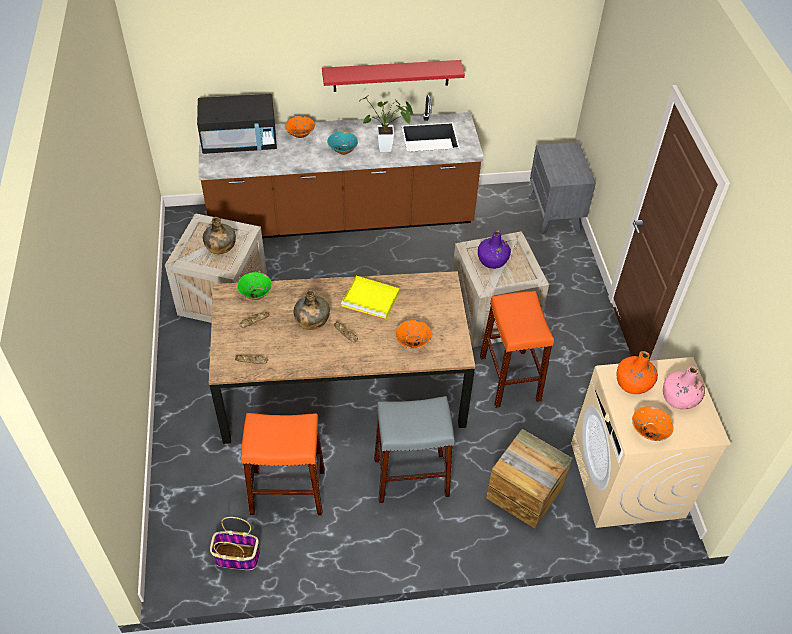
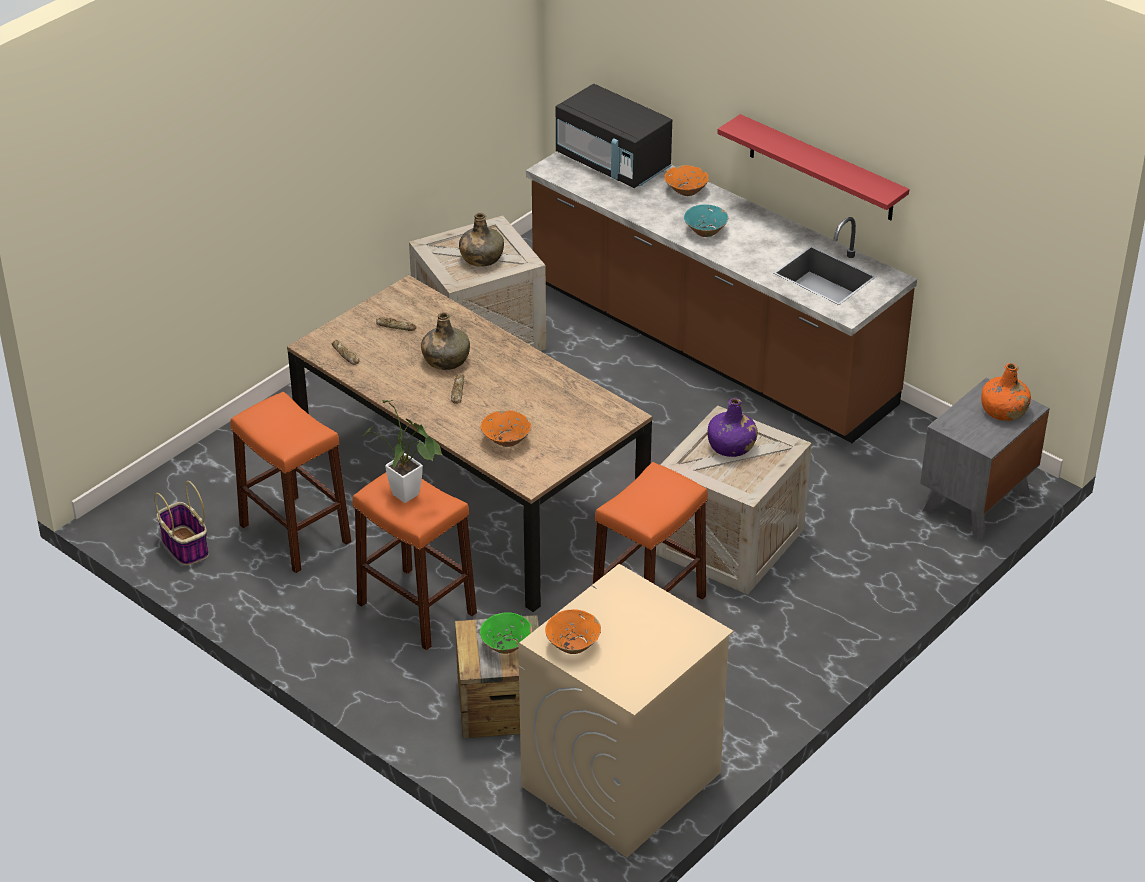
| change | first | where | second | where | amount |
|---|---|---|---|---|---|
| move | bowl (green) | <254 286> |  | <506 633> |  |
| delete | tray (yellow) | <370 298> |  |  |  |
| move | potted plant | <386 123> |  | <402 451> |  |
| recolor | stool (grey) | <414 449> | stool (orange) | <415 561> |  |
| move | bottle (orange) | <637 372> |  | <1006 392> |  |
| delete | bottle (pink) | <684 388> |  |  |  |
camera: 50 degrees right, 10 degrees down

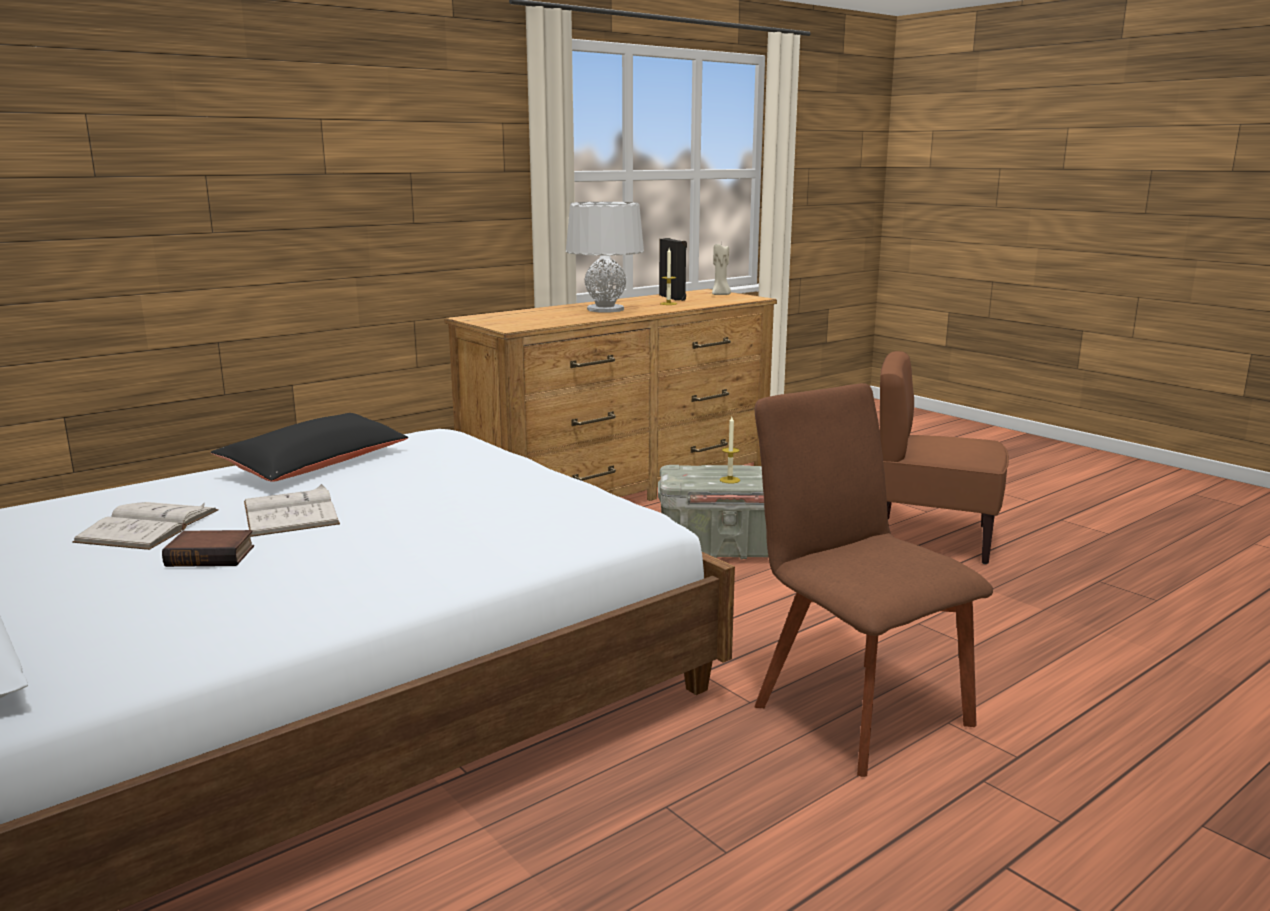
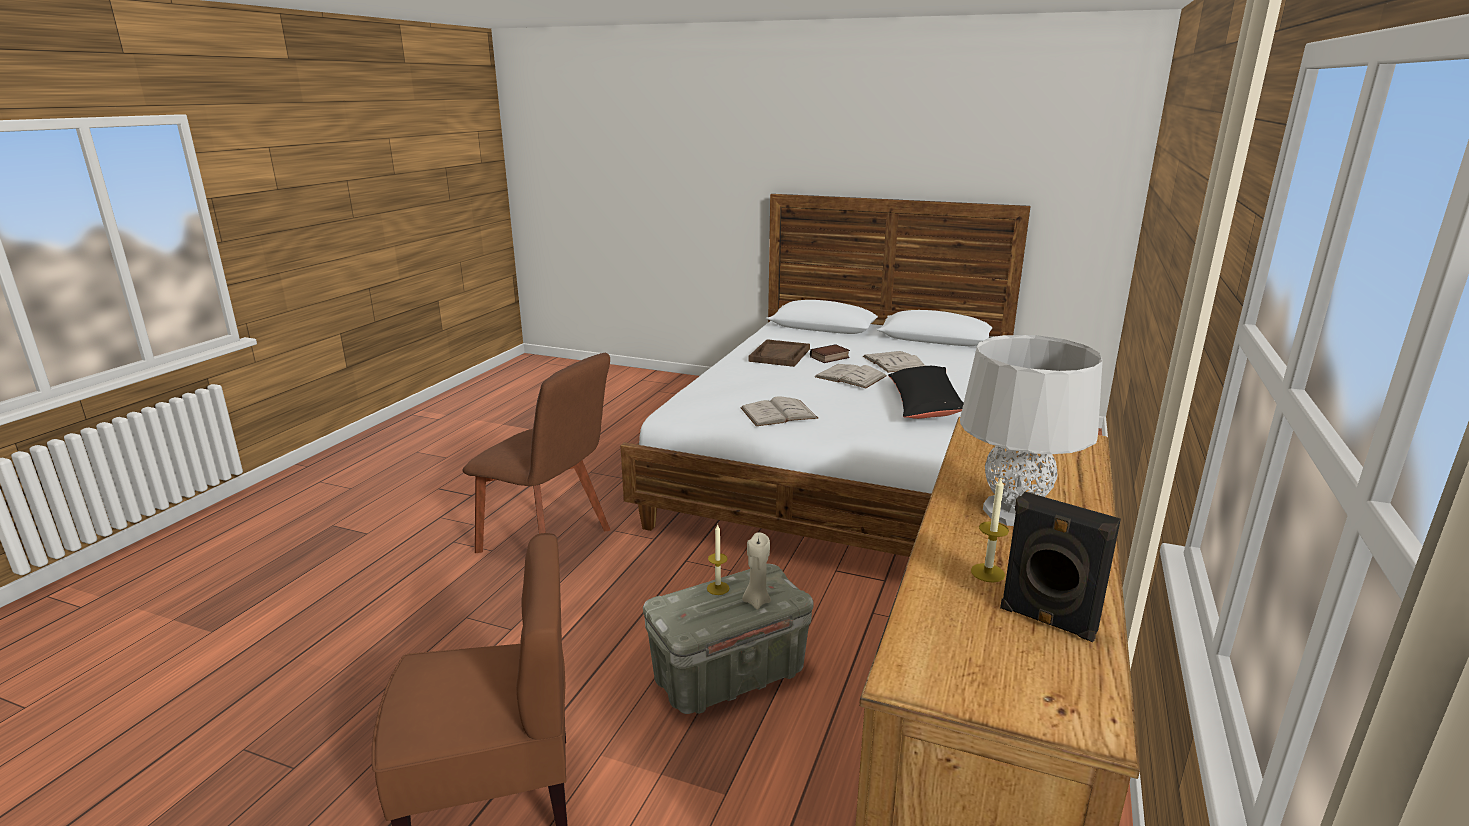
| change | first | where | second | where | amount |
|---|---|---|---|---|---|
| move | candle (beige) | <721 269> |  | <756 571> |  |
| insert |  |  | book (white) | <780 411> |  |
| insert |  |  | tray (brown) | <779 353> |  |
camera: 150 degrees right, 5 degrees up

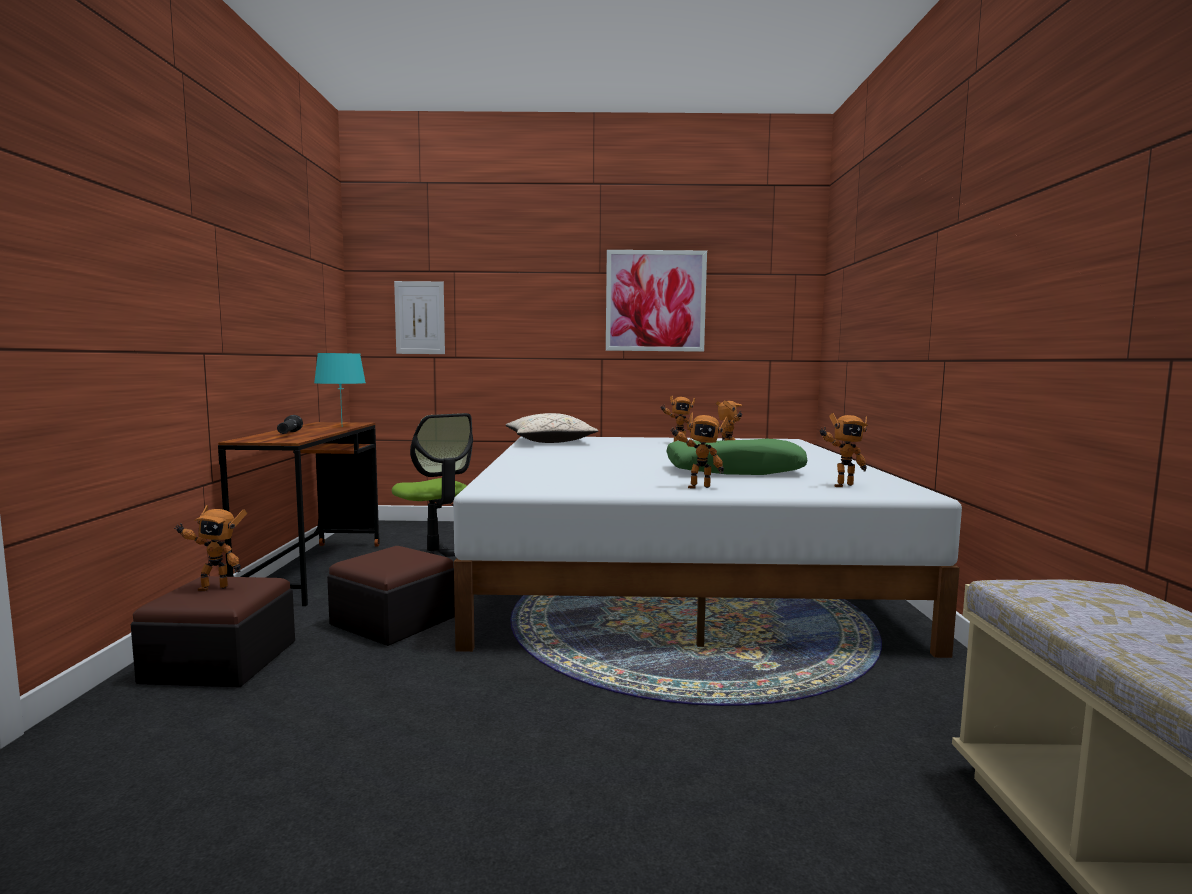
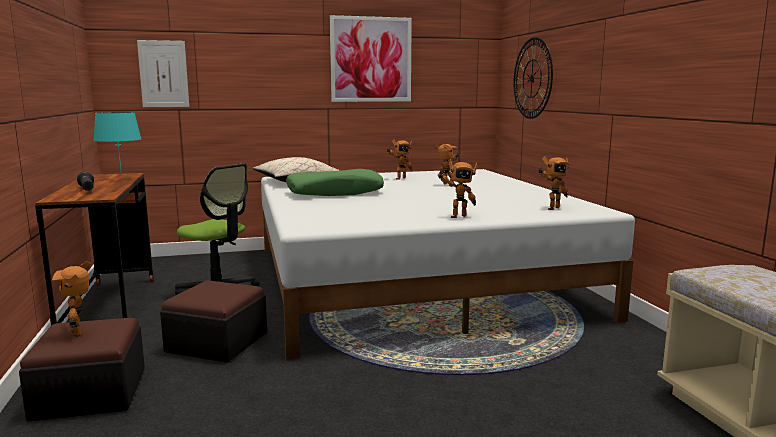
| change | first | where | second | where | amount |
|---|---|---|---|---|---|
| rotate | toy robot | <210 548> |  | <71 298> | 90 degrees clockwise |
| move | pillow (green) | <737 457> |  | <335 182> |  |
| insert |  |  | wall clock | <533 78> |  |
camera: 15 degrees left, 5 degrees up

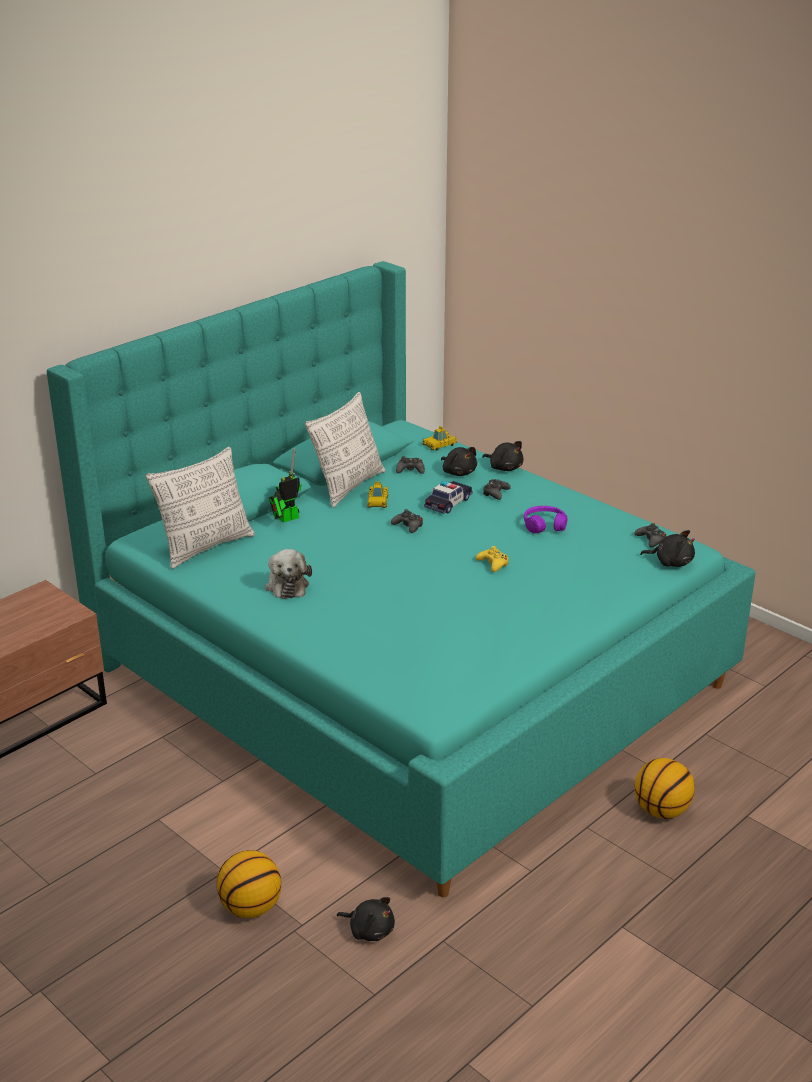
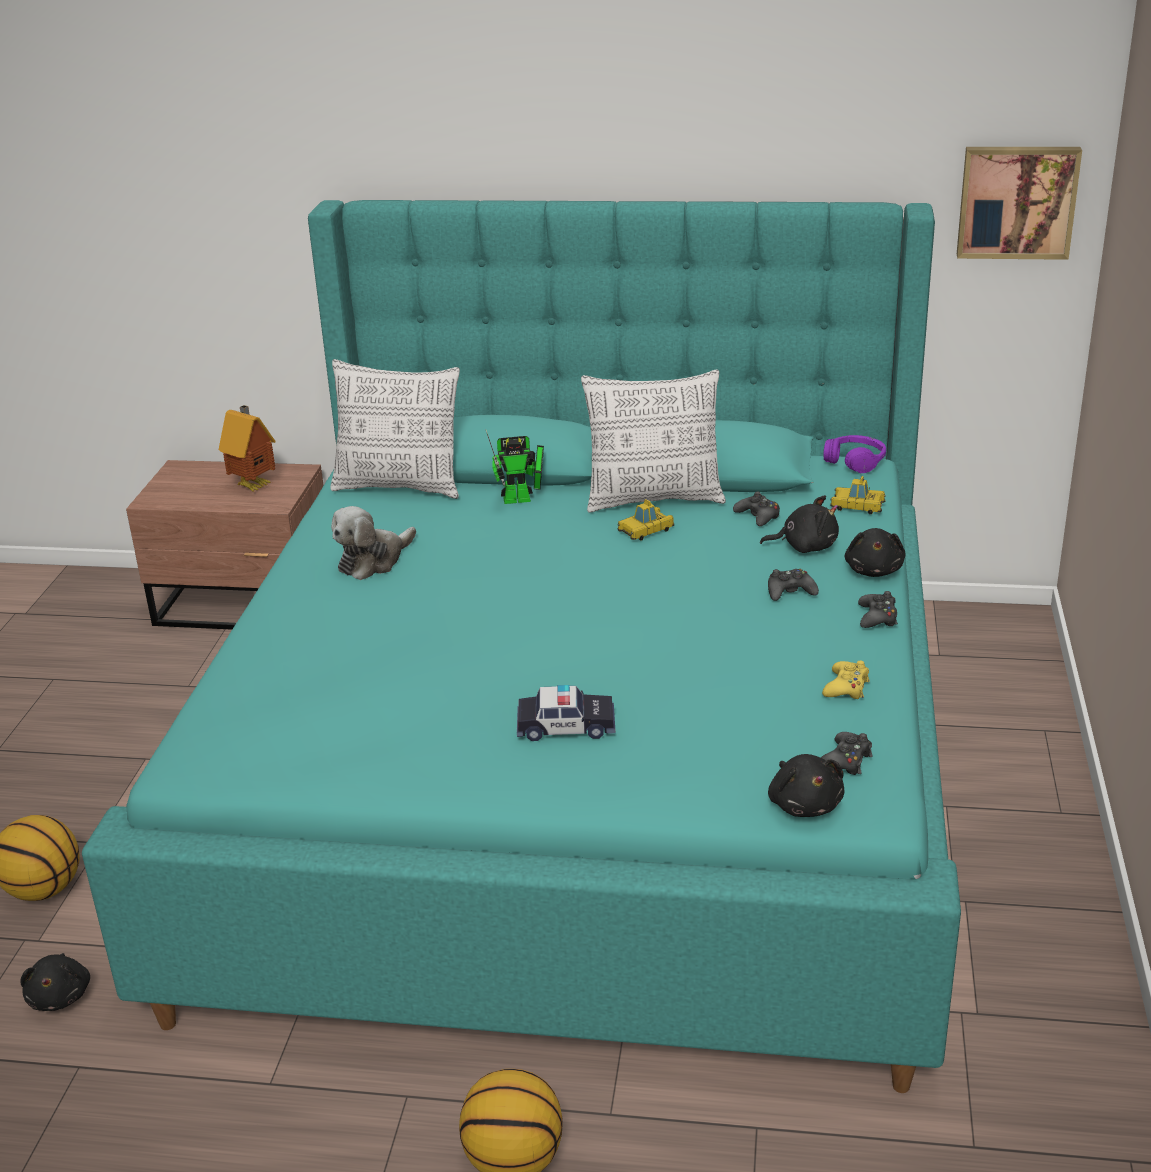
| change | first | where | second | where | amount |
|---|---|---|---|---|---|
| rotate | toy robot | <285 485> |  | <514 466> | 150 degrees clockwise |
| move | game controller (black) | <407 521> |  | <878 609> |  |
| move | toy car | <448 497> |  | <566 713> |  |
| rotate | plush toy (black) | <459 461> |  | <799 524> | 105 degrees counterclockwise |
| move | game controller (yellow) | <492 559> |  | <846 680> |  |
| move | headphones (purple) | <545 519> |  | <854 454> |  |
| insert |  |  | toy house | <247 448> |  |
| insert |  |  | picture | <1019 203> |  |
camera: 55 degrees right, 0 degrees up

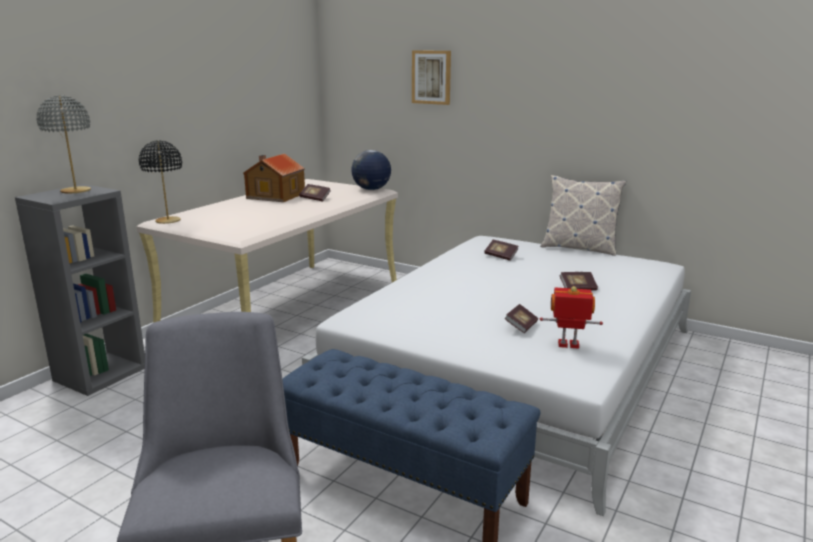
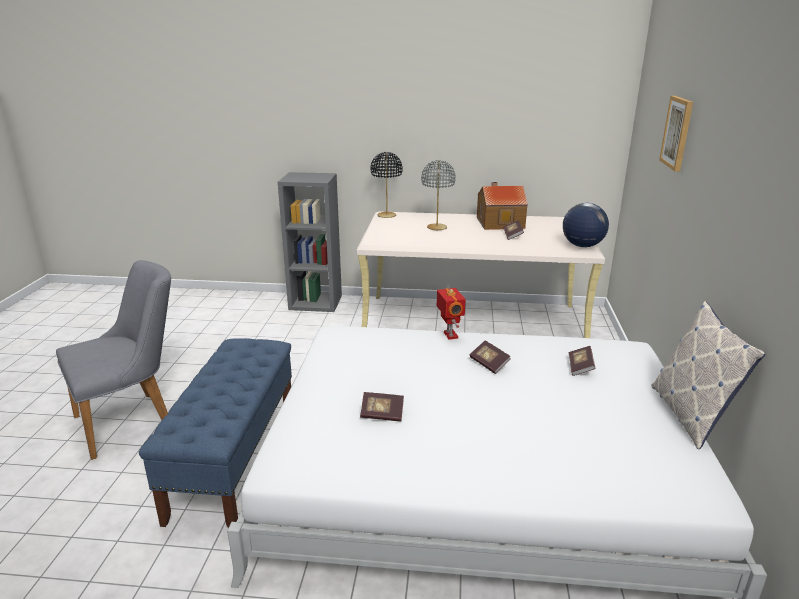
| change | first | where | second | where | amount |
|---|---|---|---|---|---|
| move | table lamp (grey) | <63 144> |  | <438 195> |  |
| move | toy robot | <571 317> |  | <451 314> |  |
| move | book | <578 281> |  | <490 357> |  |
camera: 65 degrees right, 5 degrees up

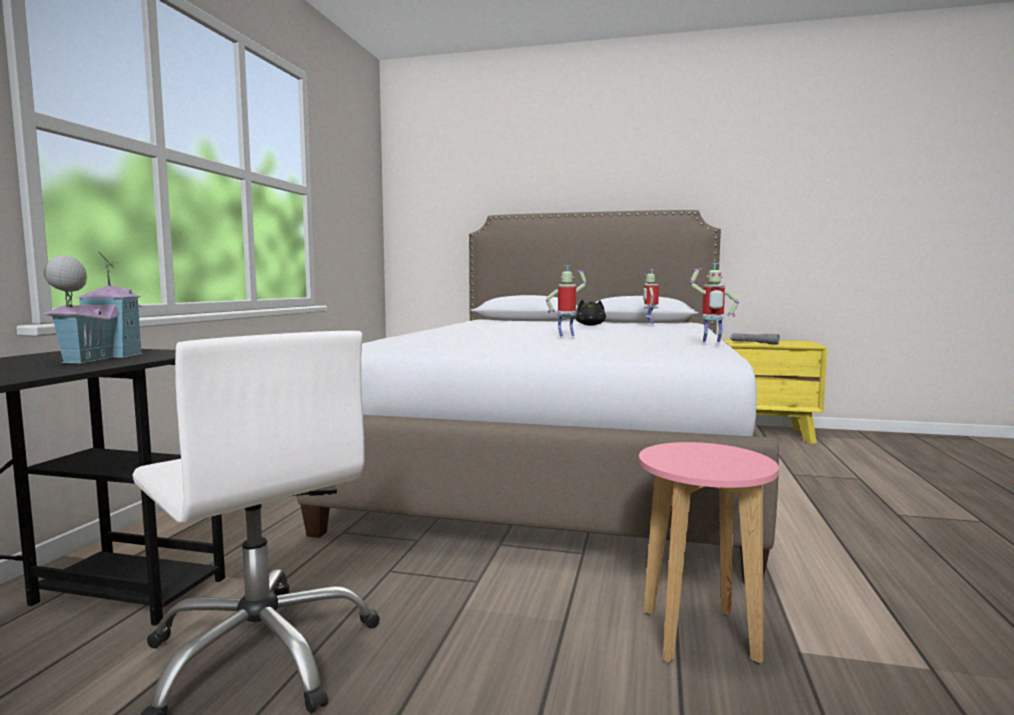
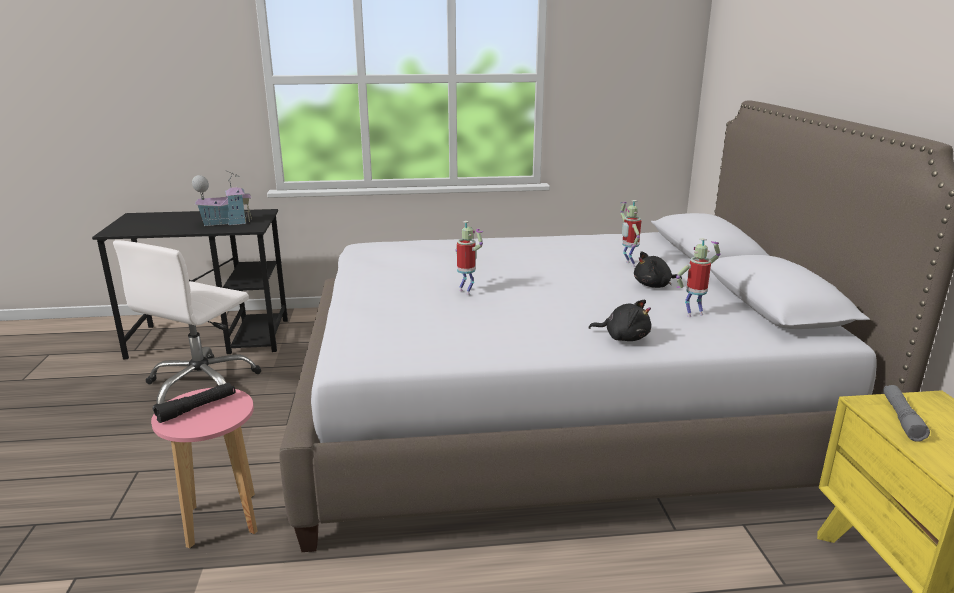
| change | first | where | second | where | amount |
|---|---|---|---|---|---|
| move | toy robot | <714 304> |  | <630 233> |  |
| insert |  |  | flashlight (black) | <195 402> |  |
| insert |  |  | plush toy (black) | <620 320> |  |
camera: 70 degrees right, 15 degrees up

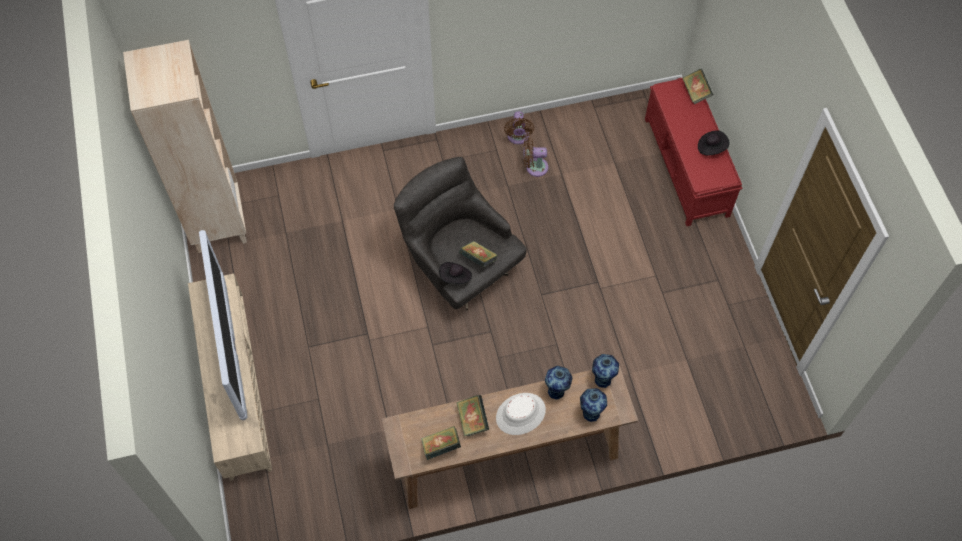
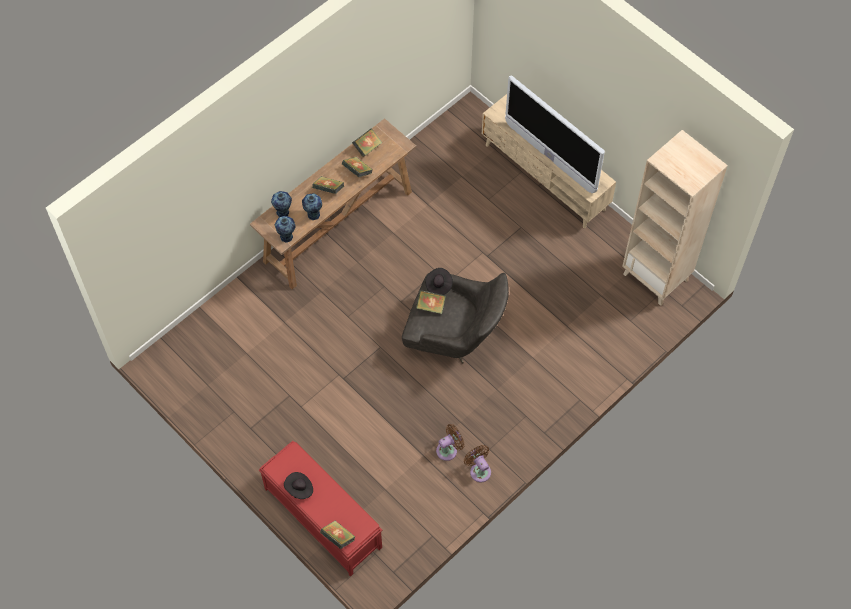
| change | first | where | second | where | amount |
|---|---|---|---|---|---|
| replace | hat (white) | <521 414> | book | <328 185> |  |
camera: 150 degrees right, 0 degrees up

